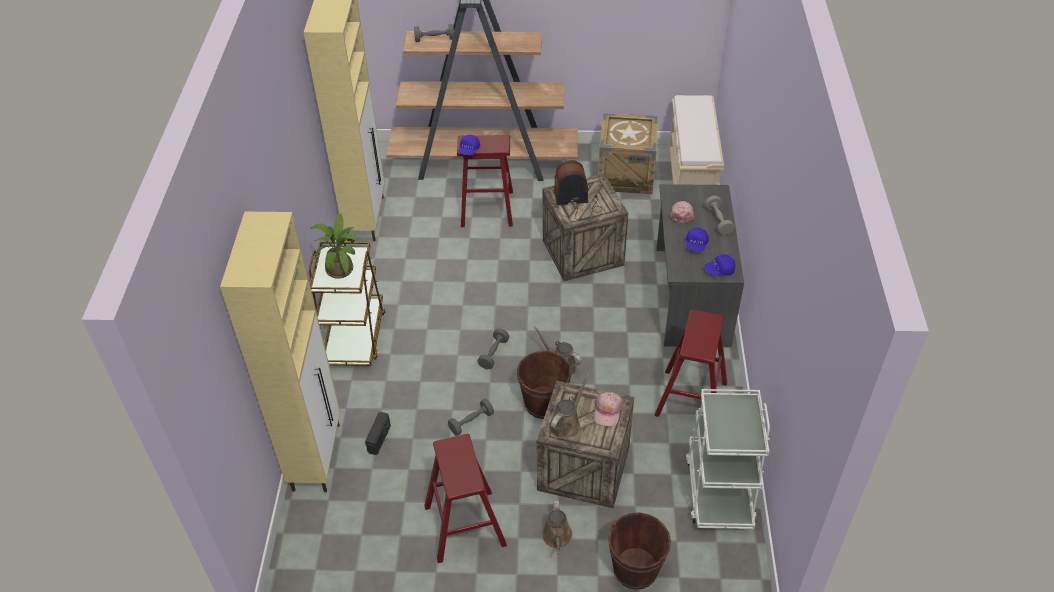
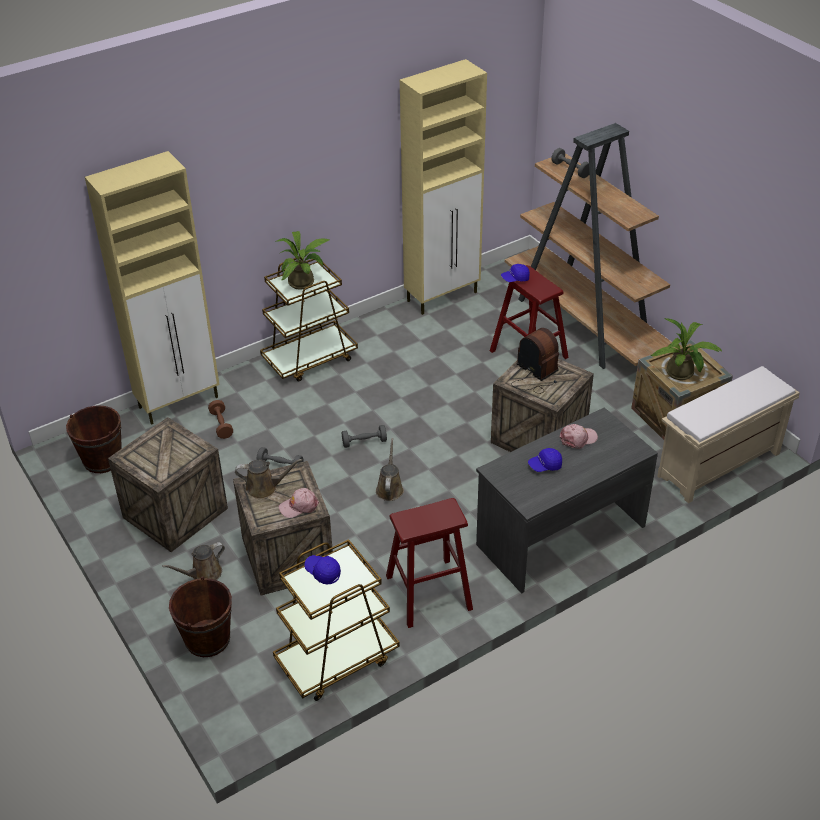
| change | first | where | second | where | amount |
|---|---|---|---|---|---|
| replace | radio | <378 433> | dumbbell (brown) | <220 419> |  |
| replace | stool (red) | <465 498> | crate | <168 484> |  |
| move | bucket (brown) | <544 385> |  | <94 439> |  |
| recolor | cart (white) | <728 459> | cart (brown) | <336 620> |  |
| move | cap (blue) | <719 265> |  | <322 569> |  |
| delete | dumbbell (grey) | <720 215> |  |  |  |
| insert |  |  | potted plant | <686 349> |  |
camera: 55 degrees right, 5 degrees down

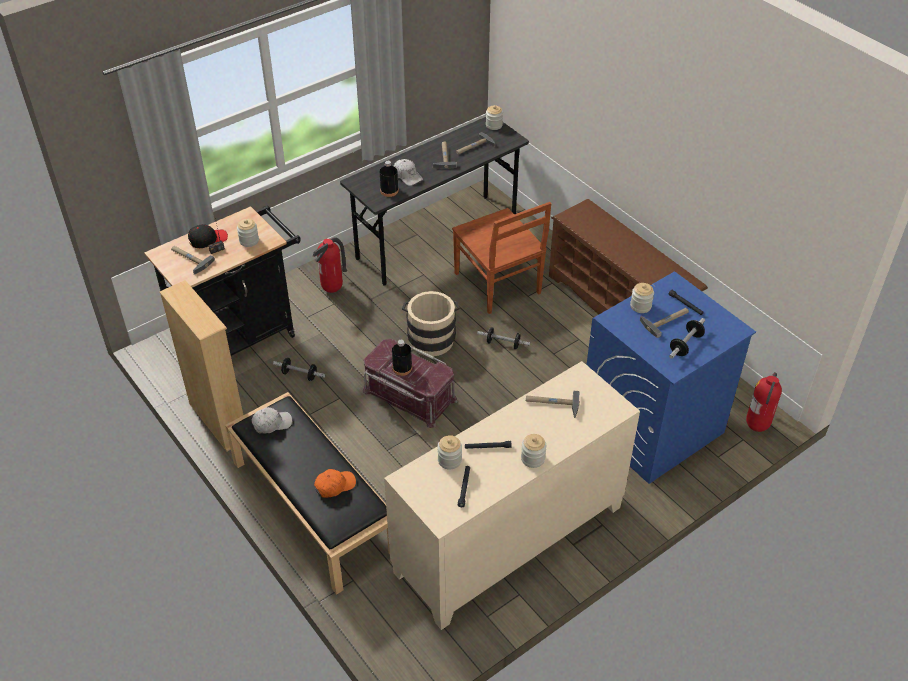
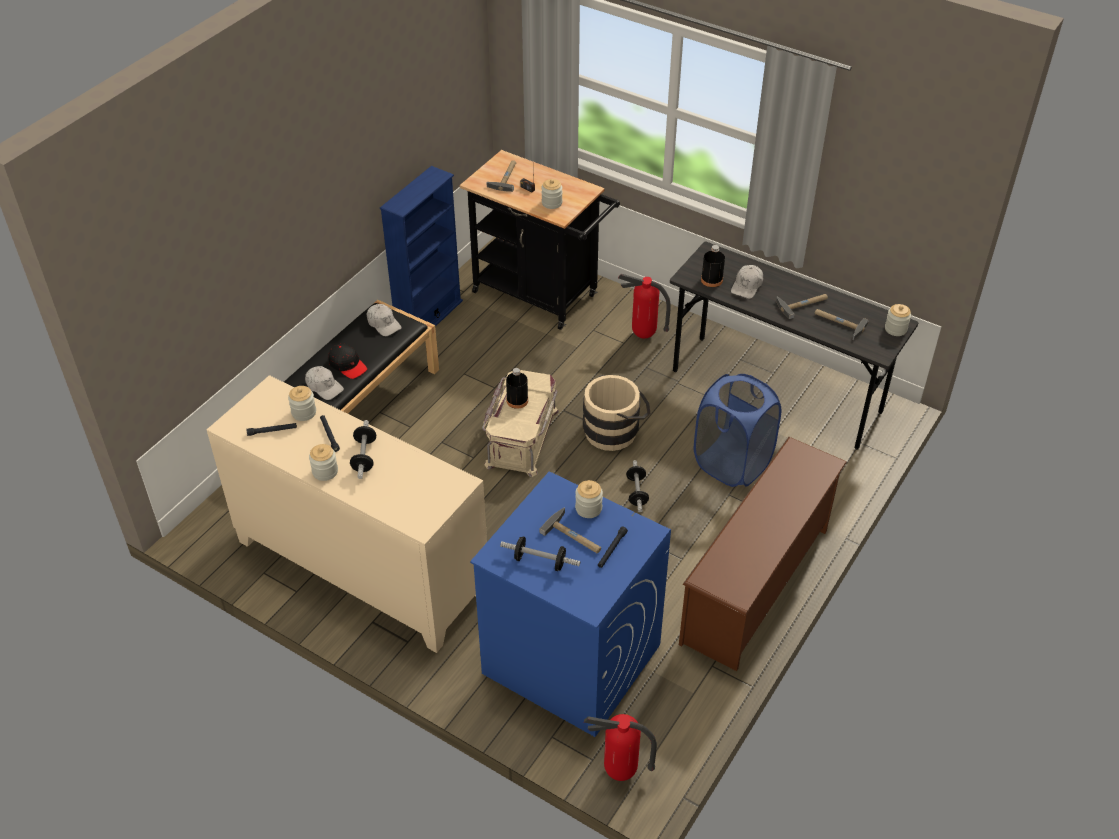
| change | first | where | second | where | amount |
|---|---|---|---|---|---|
| recolor | bookcase (beige) | <201 365> | bookcase (blue) | <421 246> |  |
| move | cap (black) | <208 236> |  | <347 361> |  |
| move | dumbbell | <299 369> |  | <363 449> |  |
| recolor | cap (orange) | <335 483> | cap (white) | <324 383> |  |
| recolor | storage box (red) | <410 383> | storage box (beige) | <520 423> |  |
| replace | chair (brown) | <501 258> | laundry basket (blue) | <738 430> |  |
| delete | hammer | <553 404> |  |  |  |
camera: 70 degrees right, 0 degrees up

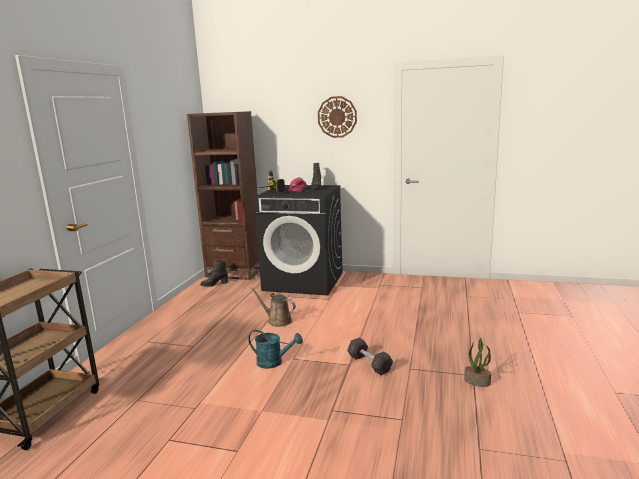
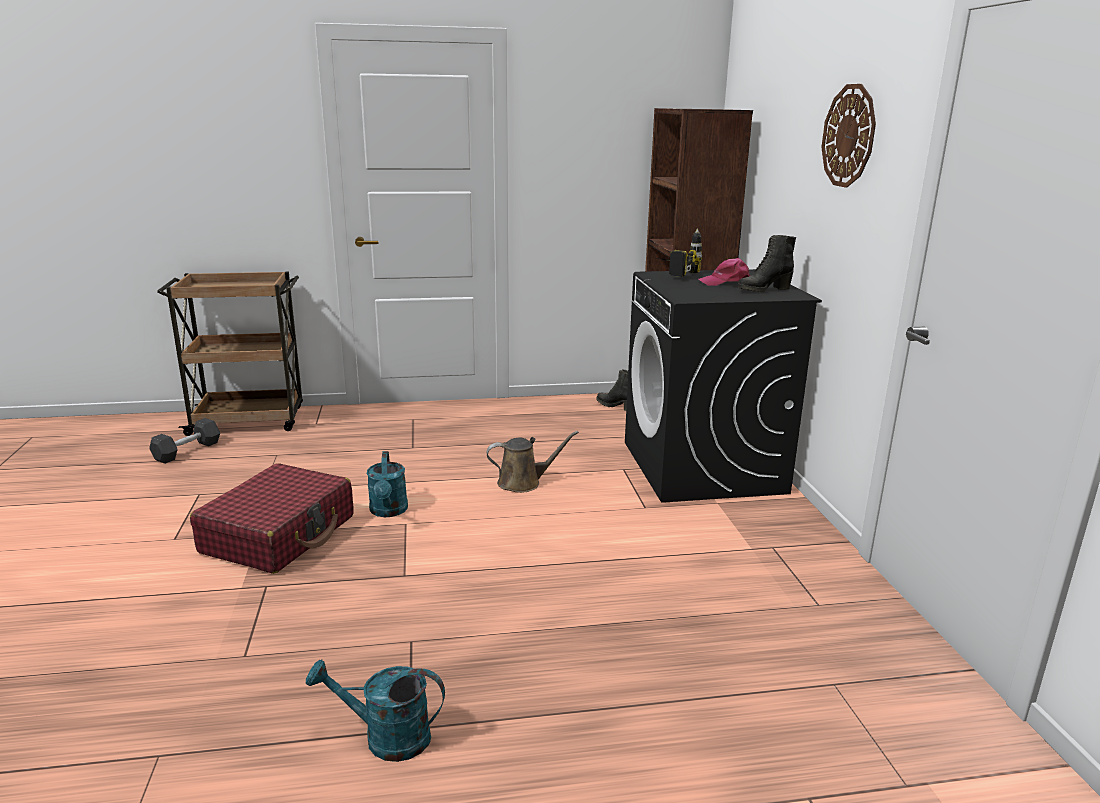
| change | first | where | second | where | amount |
|---|---|---|---|---|---|
| rotate | watering can (brown) | <273 307> |  | <533 462> | 75 degrees clockwise |
| move | dumbbell (grey) | <370 356> |  | <184 441> |  |
| replace | potted plant | <477 362> | watering can (turquoise) | <375 711> |  |
| insert |  |  | suitcase (red) | <271 518> |  |
camera: 65 degrees right, 5 degrees up

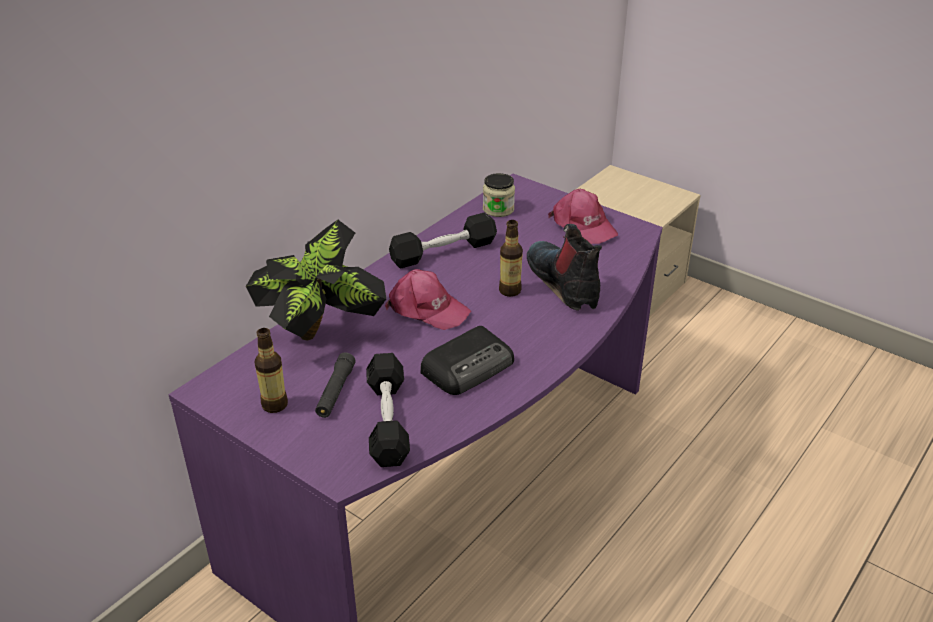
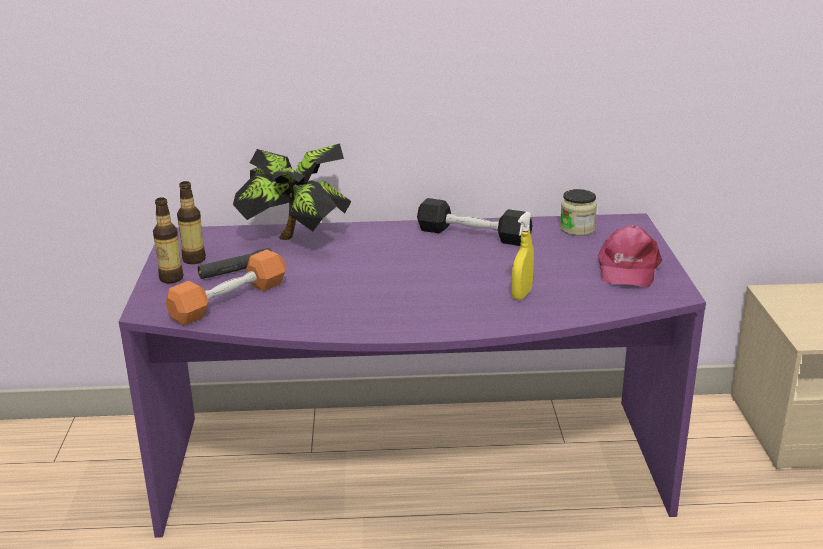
| change | first | where | second | where | amount |
|---|---|---|---|---|---|
| recolor | dumbbell (black) | <388 410> | dumbbell (orange) | <226 288> |  |
| delete | cap (pink) | <428 299> |  |  |  |
| delete | radio | <467 360> |  |  |  |
| move | bottle | <511 258> |  | <168 240> |  |
| replace | boot | <564 267> | spray bottle (yellow) | <523 256> |  |
camera: 50 degrees right, 10 degrees down

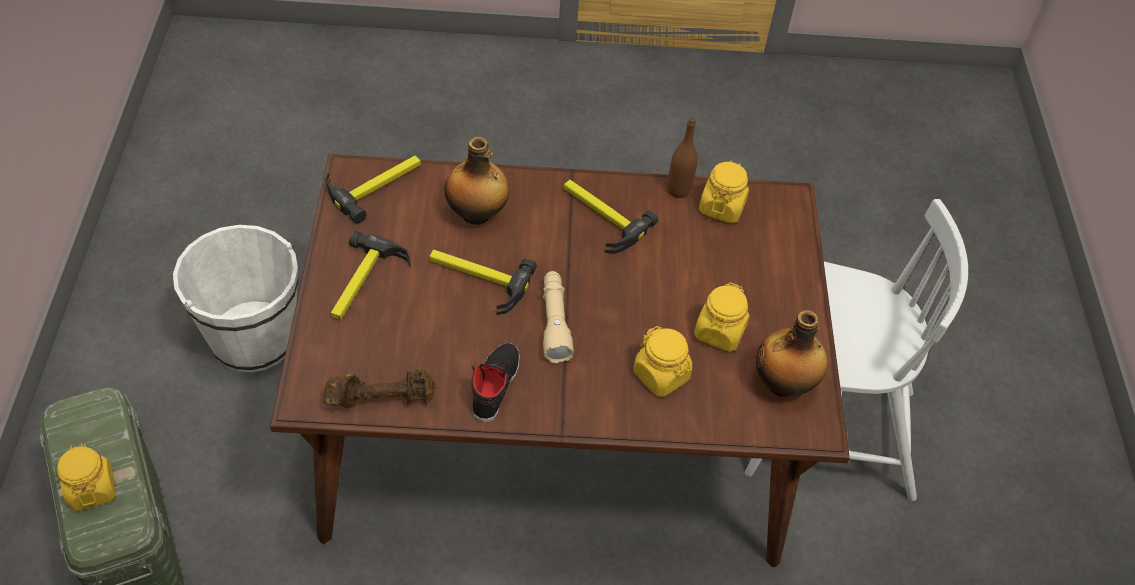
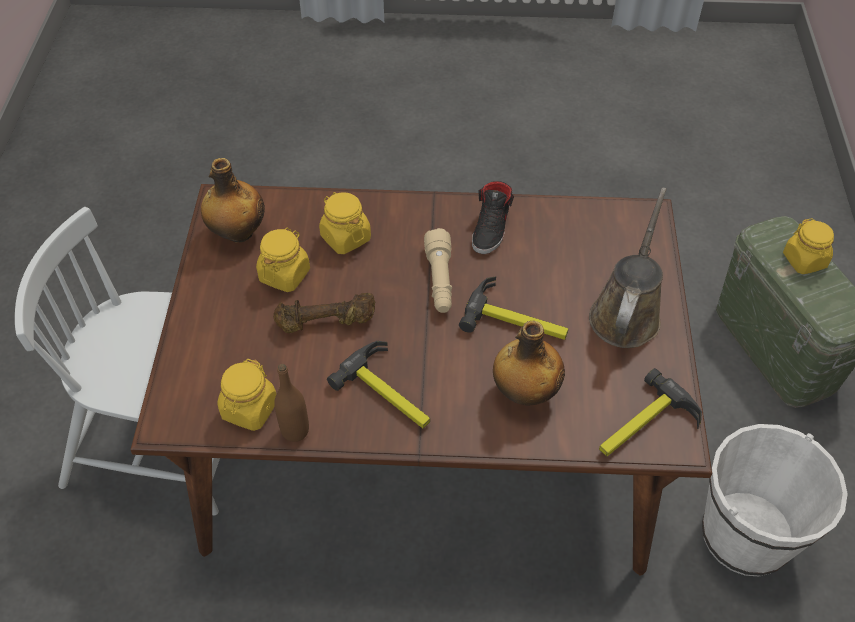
| change | first | where | second | where | amount |
|---|---|---|---|---|---|
| move | dumbbell (brown) | <379 388> |  | <324 313> |  |
| replace | hammer | <371 275> | watering can (brown) | <628 268> |  |
camera: 175 degrees left, 0 degrees up

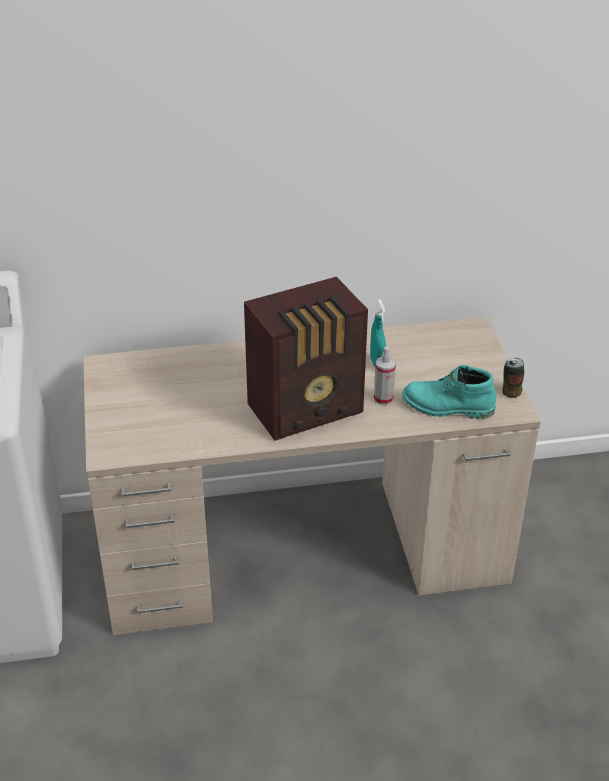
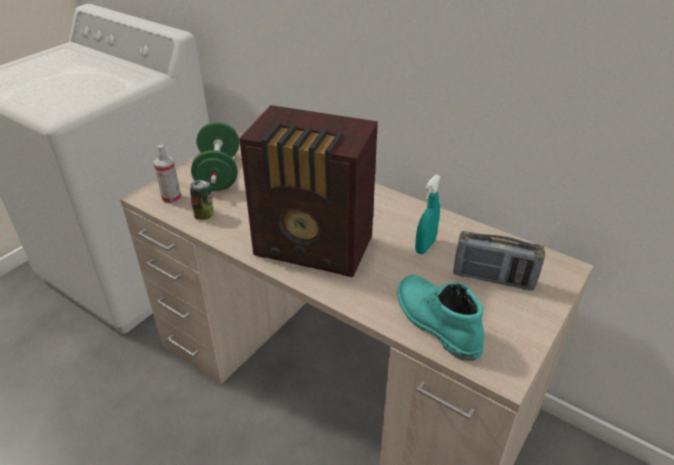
| change | first | where | second | where | amount |
|---|---|---|---|---|---|
| move | spray bottle | <385 375> |  | <167 174> |  |
| move | can | <513 377> |  | <201 200> |  |
| insert |  |  | dumbbell (green) | <215 156> |  |
| insert |  |  | radio | <499 260> |  |
camera: 45 degrees right, 0 degrees up

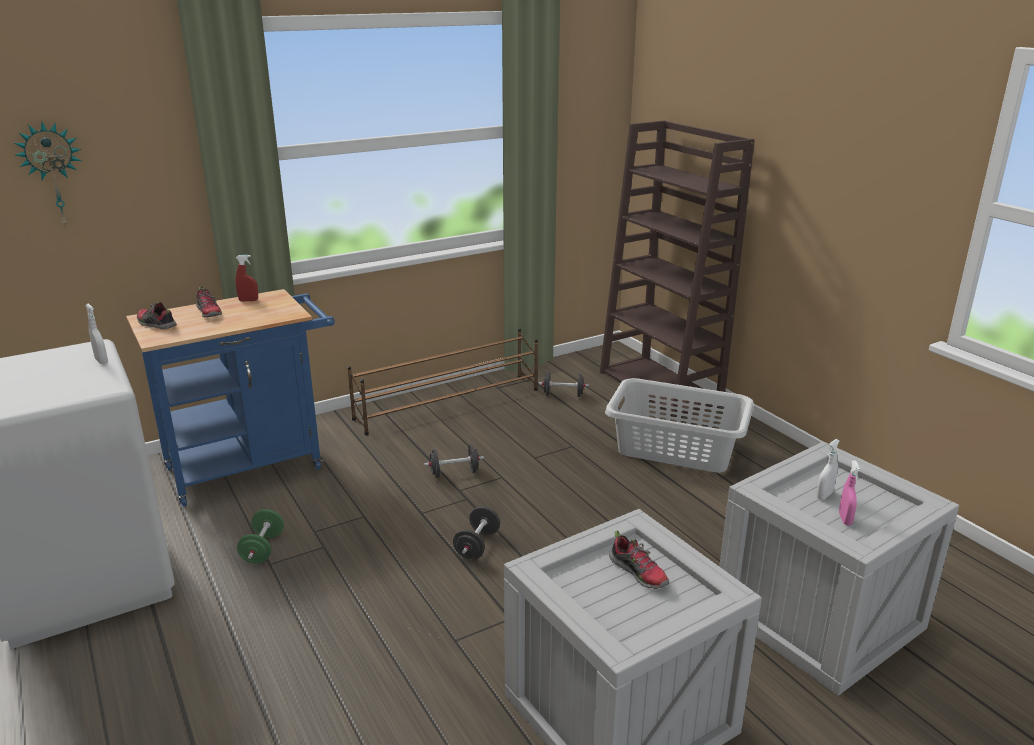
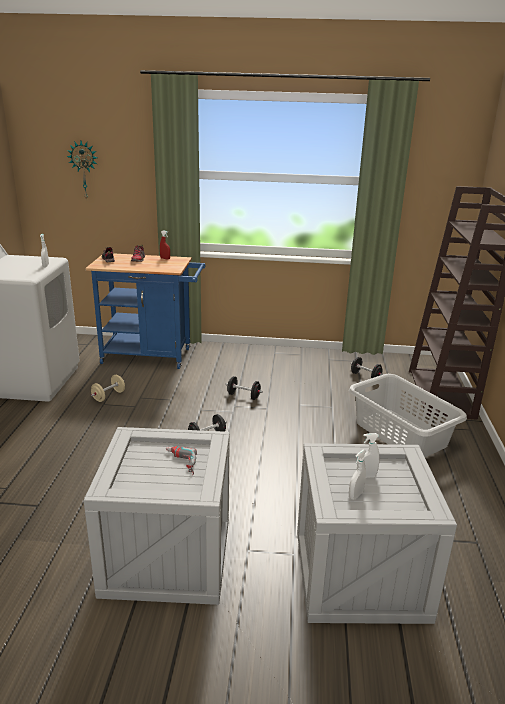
| change | first | where | second | where | amount |
|---|---|---|---|---|---|
| recolor | dumbbell (green) | <260 536> | dumbbell (beige) | <108 388> |  |
| delete | shoe rack (brown) | <442 382> |  |  |  |
| replace | shoe | <639 559> | power drill | <181 460> |  |
| recolor | spray bottle (pink) | <849 492> | spray bottle (white) | <357 475> |  |
camera: 35 degrees right, 0 degrees up

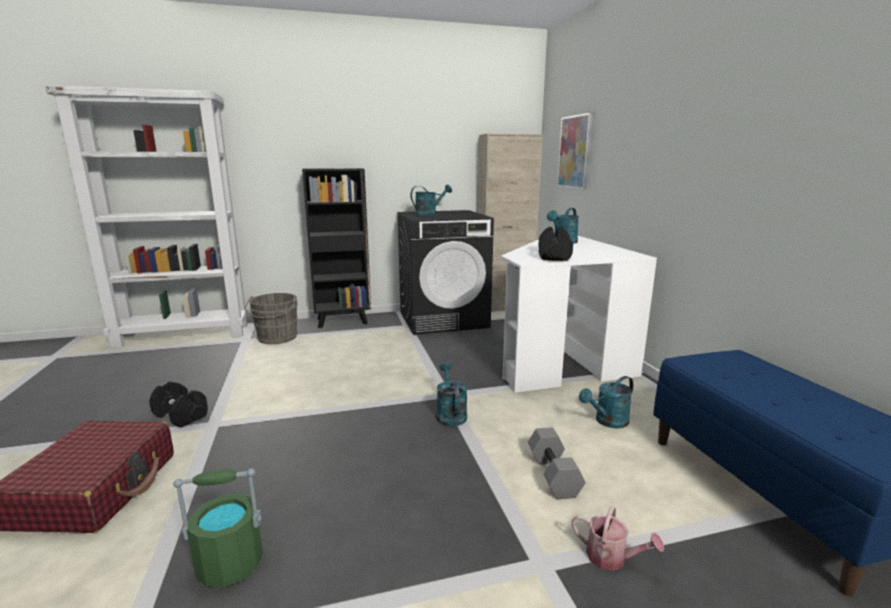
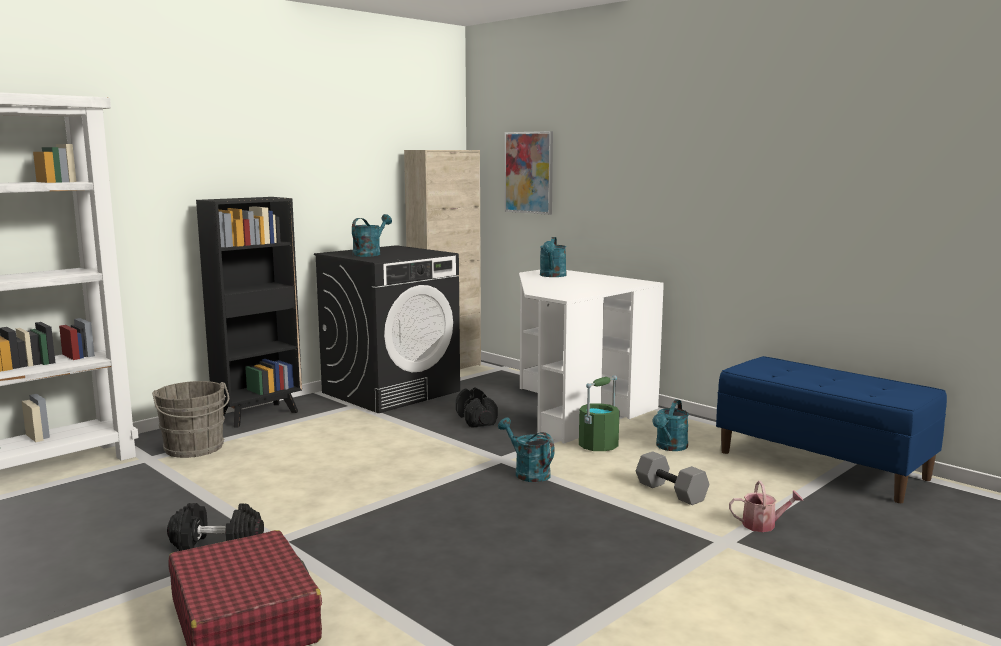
| change | first | where | second | where | amount |
|---|---|---|---|---|---|
| move | bucket (green) | <218 528> |  | <599 413> |  |
| move | dumbbell (black) | <555 244> |  | <477 407> |  |
camera: 30 degrees left, 5 degrees down

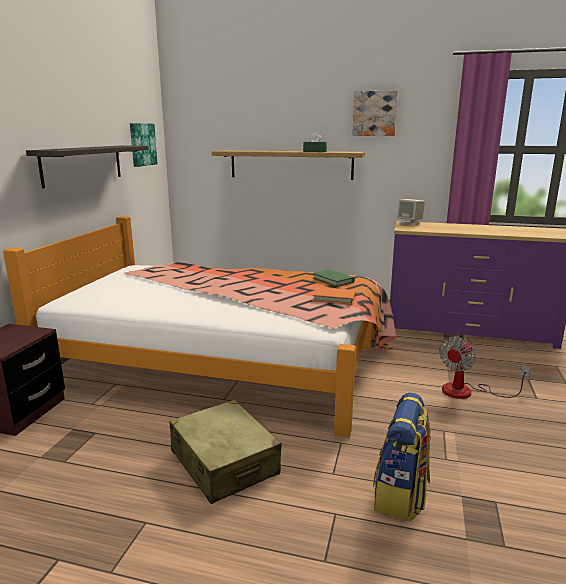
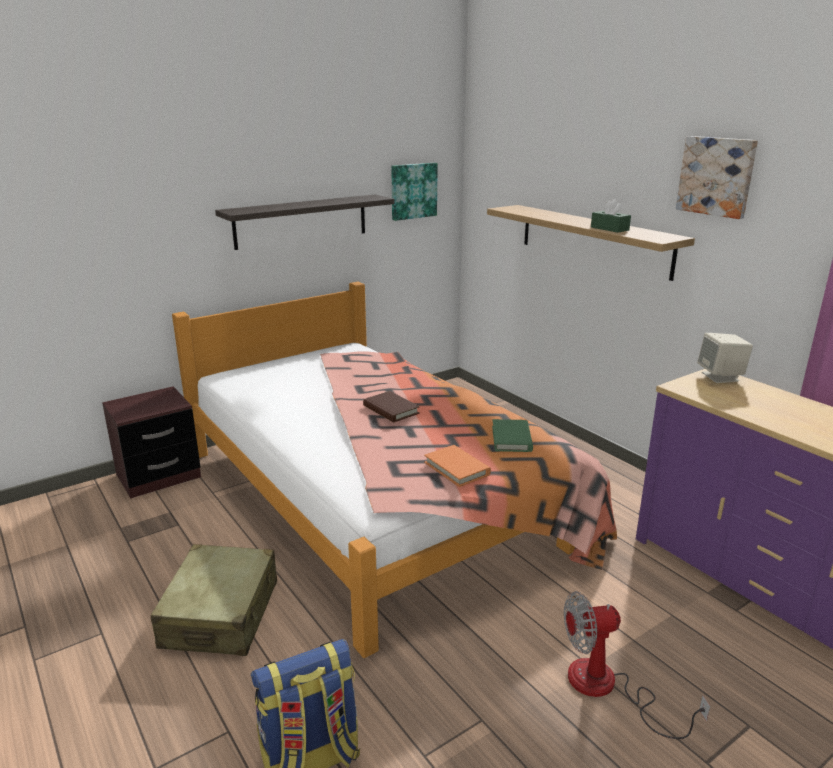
| change | first | where | second | where | amount |
|---|---|---|---|---|---|
| insert |  |  | book (brown) | <391 406> |  |
camera: 40 degrees right, 5 degrees up

